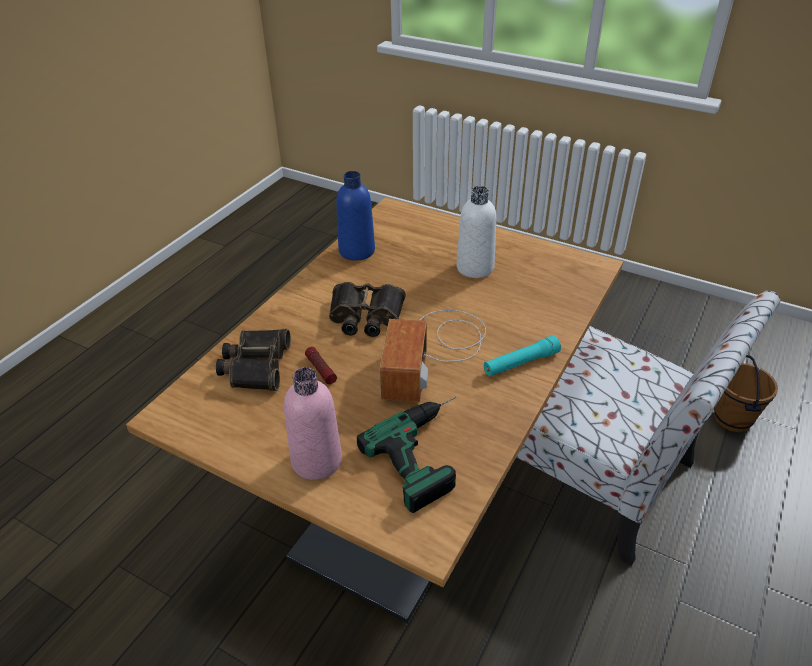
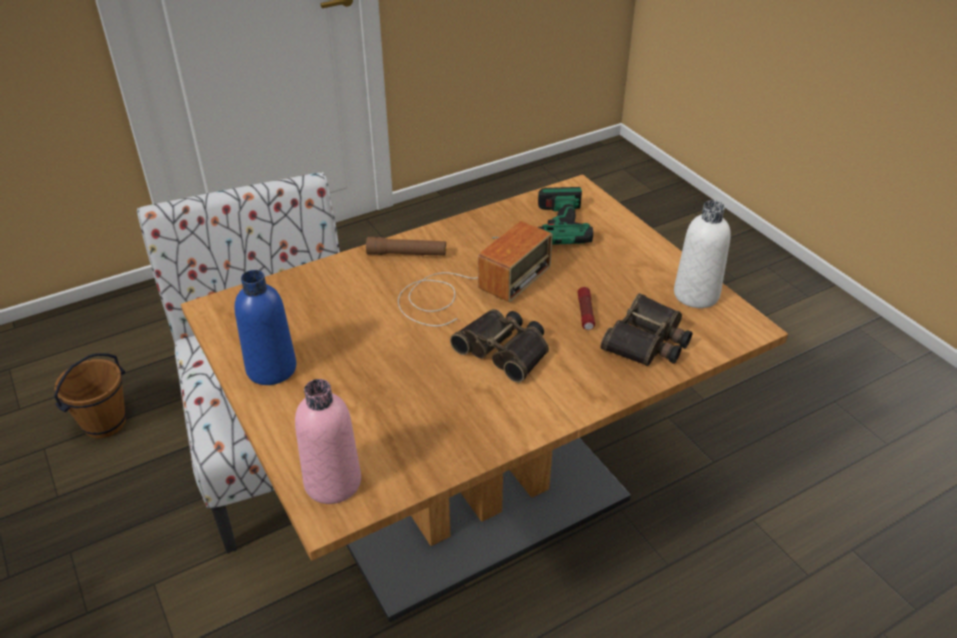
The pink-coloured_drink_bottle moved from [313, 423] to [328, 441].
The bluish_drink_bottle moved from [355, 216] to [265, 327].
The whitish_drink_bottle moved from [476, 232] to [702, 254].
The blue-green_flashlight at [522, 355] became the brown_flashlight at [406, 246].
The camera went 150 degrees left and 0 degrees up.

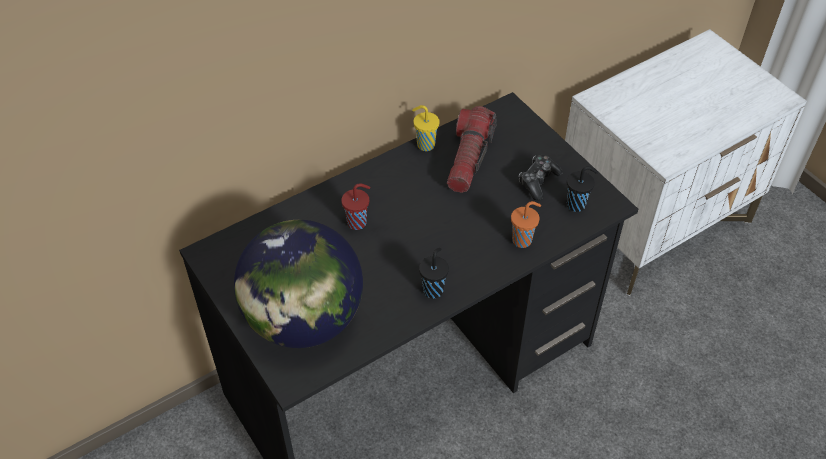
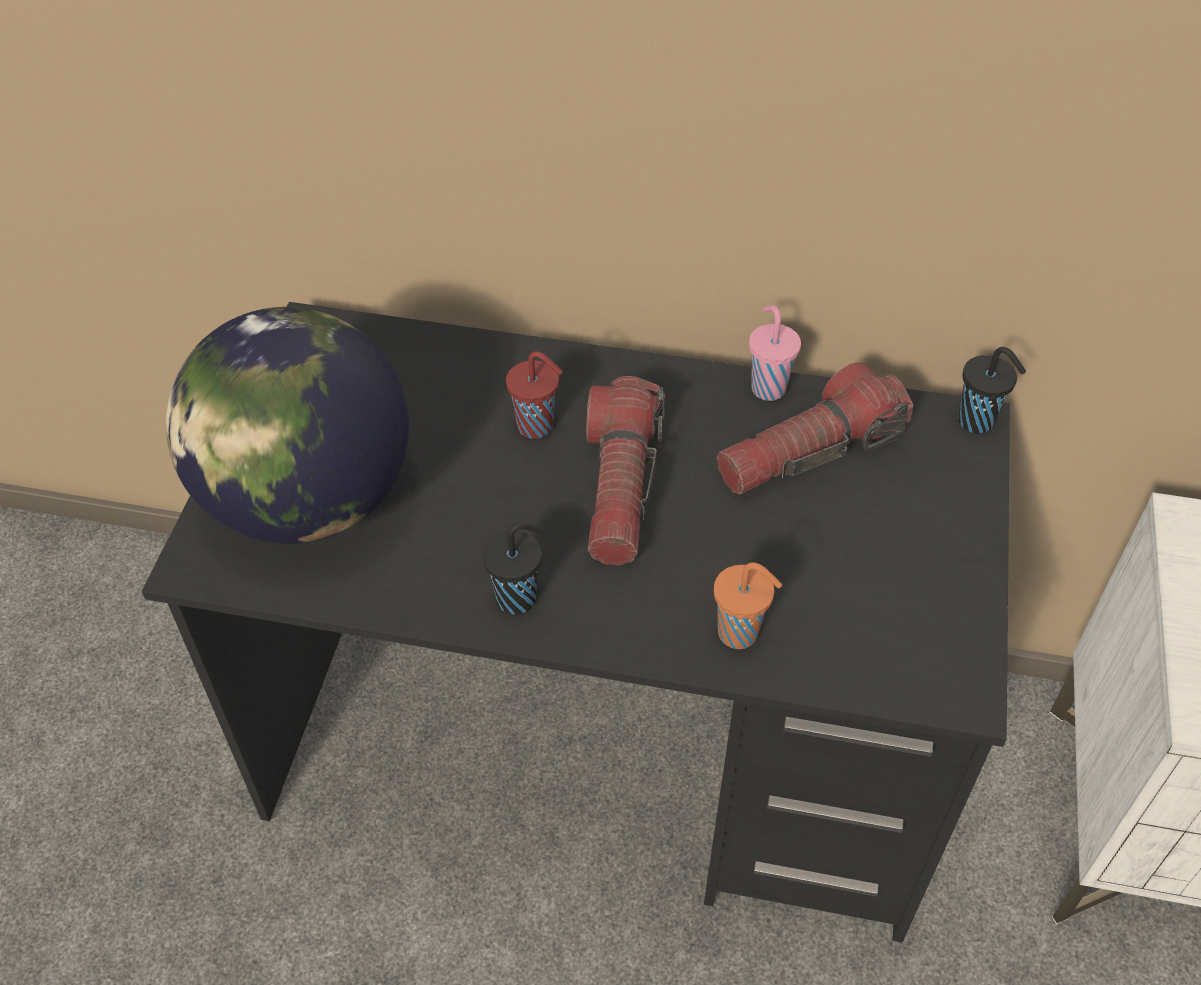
The yellow_small_cup at [425, 128] became the pink-coloured_small_cup at [775, 353].
The game_controller at [541, 178] disappeared.
The black-coloured_small_cup moved from [582, 189] to [992, 390].
The flashlight at [625, 470] appeared.
The camera went 45 degrees right and 0 degrees up.

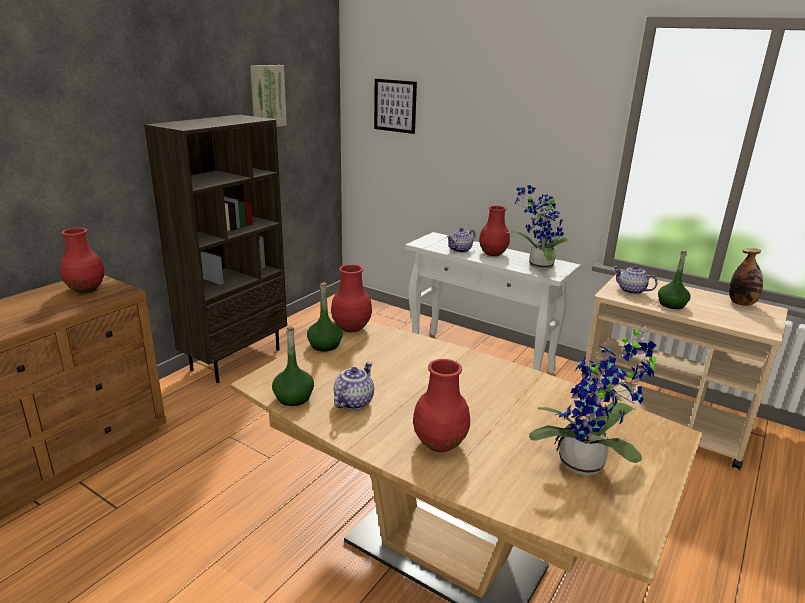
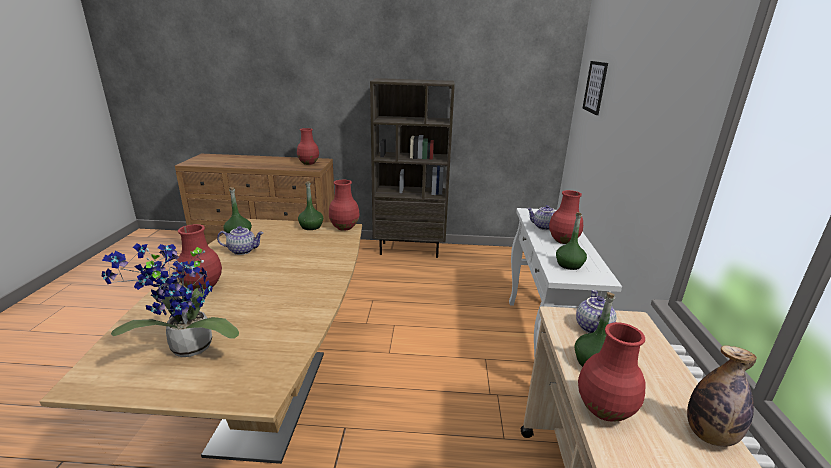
The picture at [268, 96] disappeared.
The potted_plant at [537, 227] was replaced by the green-coloured_drink_bottle at [571, 241].
The red-coloured_flower_vase at [611, 371] appeared.
The camera went 60 degrees right and 0 degrees up.

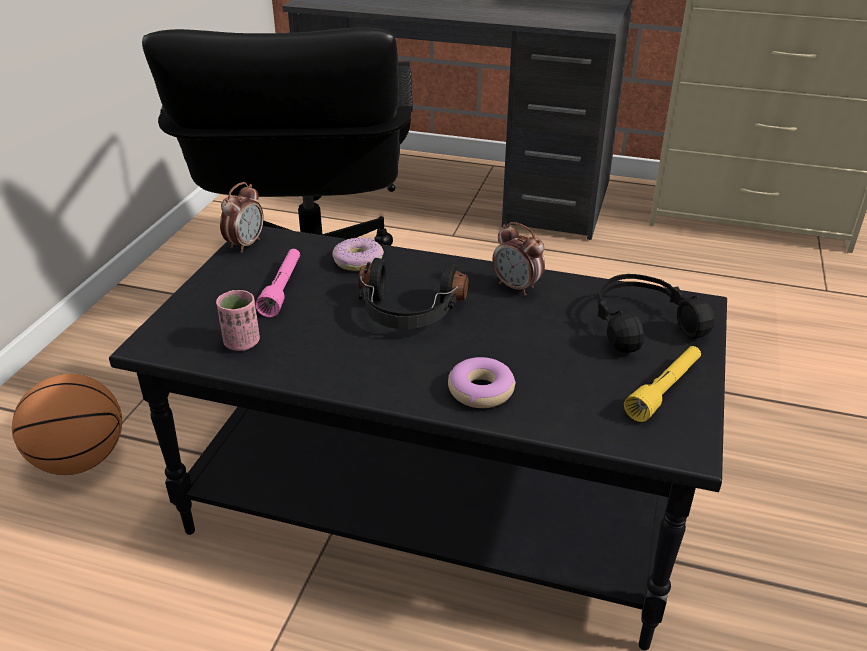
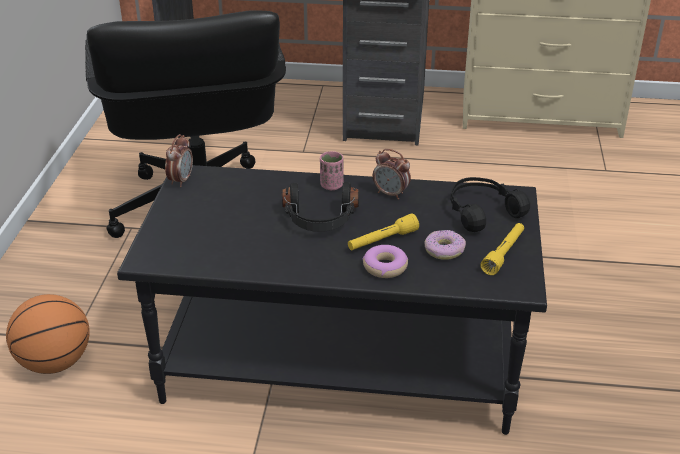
The pink-coloured_small_cup moved from [238, 320] to [332, 170].
The pink-coloured_flashlight at [277, 283] disappeared.
The donut moved from [358, 254] to [445, 245].
The yellow_flashlight at [383, 231] appeared.
The camera went 10 degrees left and 0 degrees up.

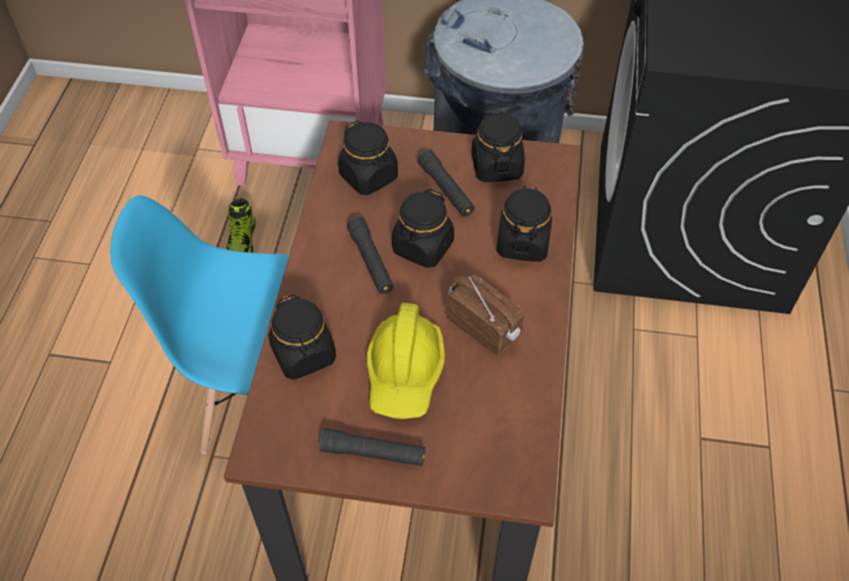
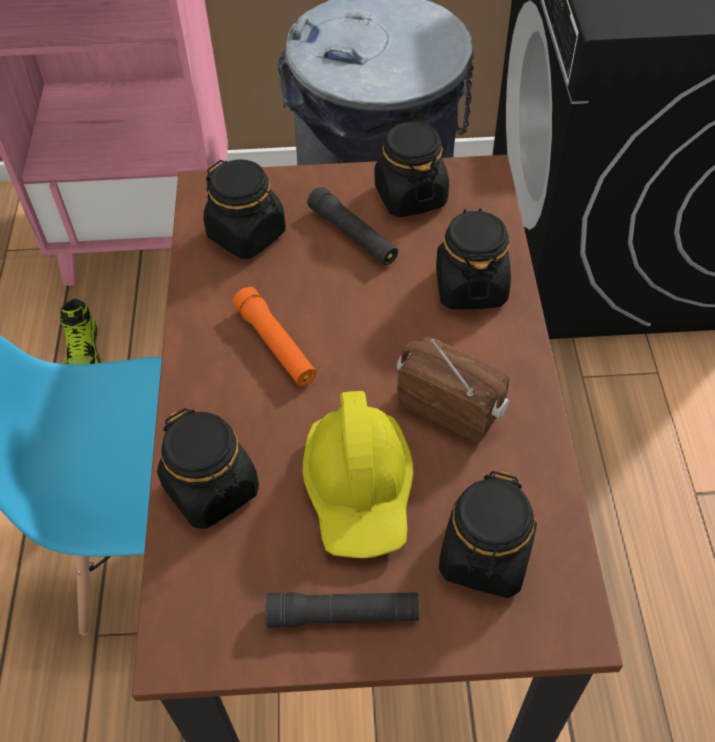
The black-coloured_flashlight at [370, 255] became the orange_flashlight at [274, 336].
The black-coloured_preserve_jar moved from [423, 228] to [488, 534].
The camera went 10 degrees left and 0 degrees up.

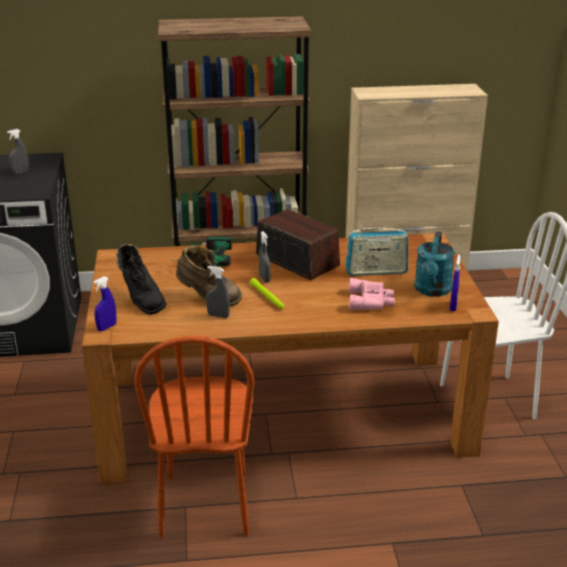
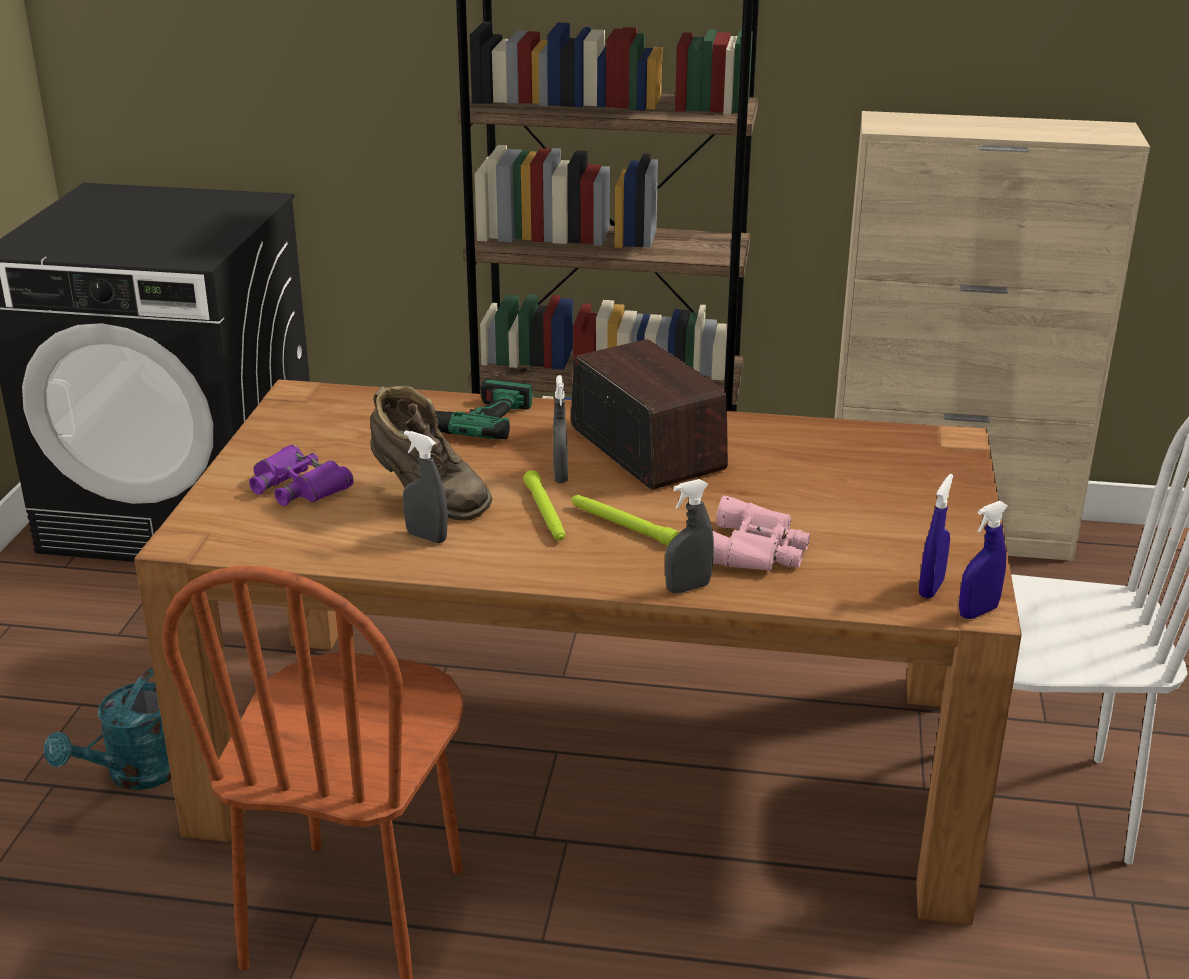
The greyish_sprayer moved from [18, 151] to [689, 536].
The bluish_sprayer moved from [104, 303] to [983, 560].
The black-coloured_high-top_boot at [141, 279] was replaced by the purple-coloured_pair_of_binoculars at [301, 475].
The radio_receiver at [376, 250] disappeared.
The blue-green_sprinkling_can moved from [434, 263] to [107, 728].
The green-coloured_flashlight at [625, 520] appeared.
The camera went 15 degrees right and 0 degrees up.

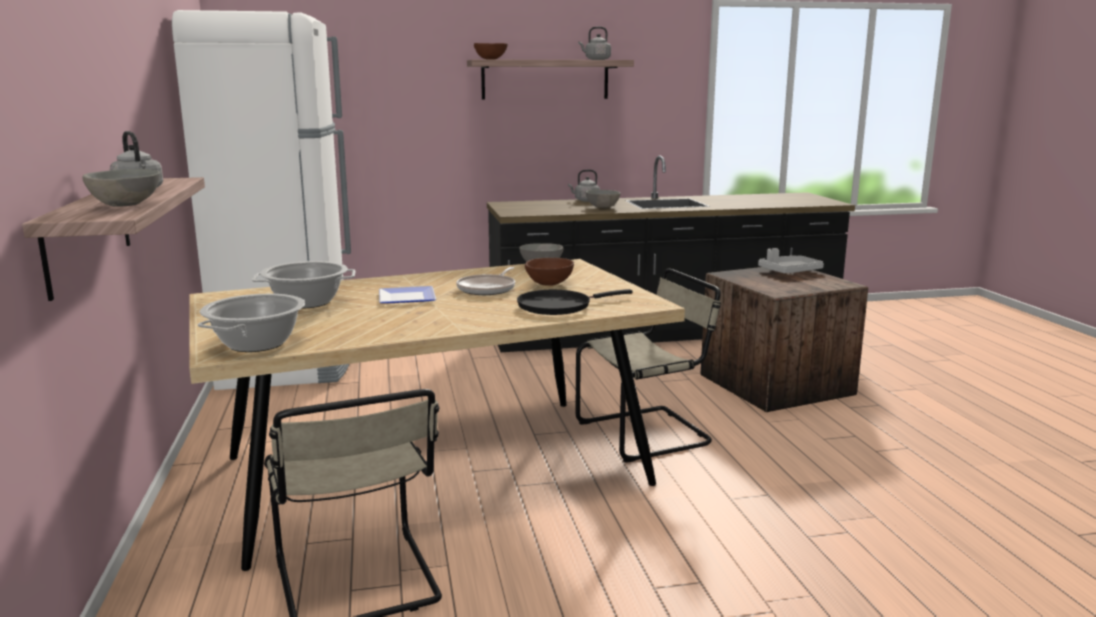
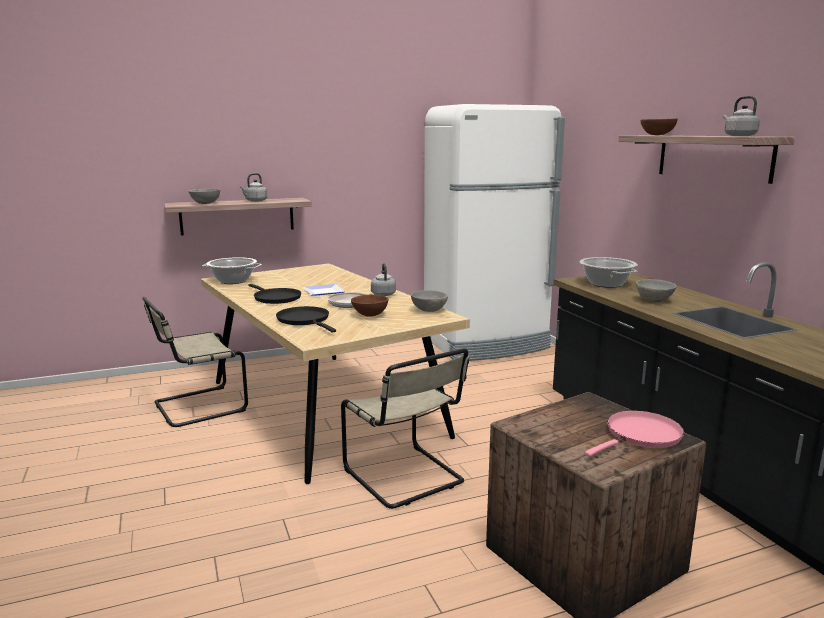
The stockpot moved from [304, 285] to [608, 272].
The greyish_kettle moved from [584, 186] to [383, 279].
The greyish_carrying_tray at [791, 260] was replaced by the pink-coloured_pan at [634, 434].
The black-coloured_pan at [274, 294] appeared.
The camera went 80 degrees right and 0 degrees up.

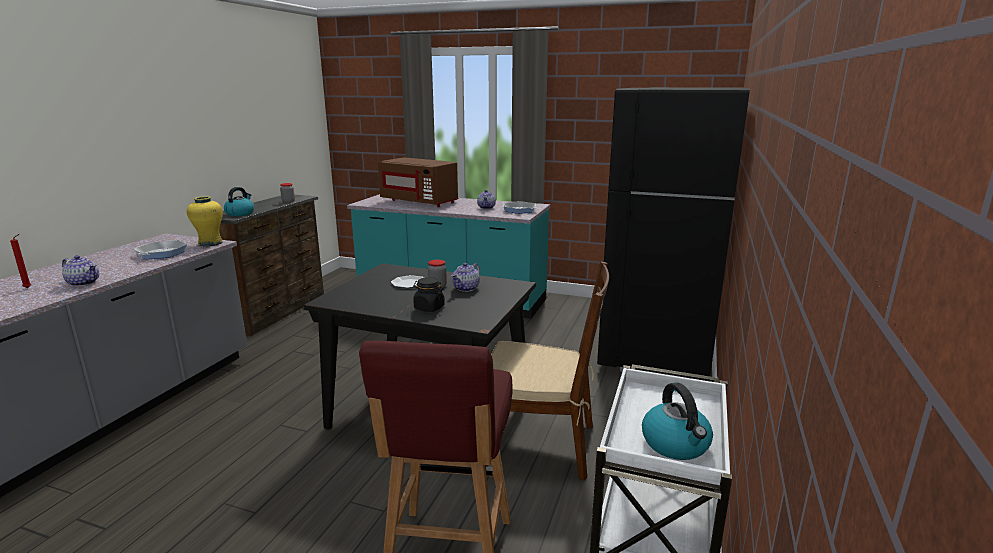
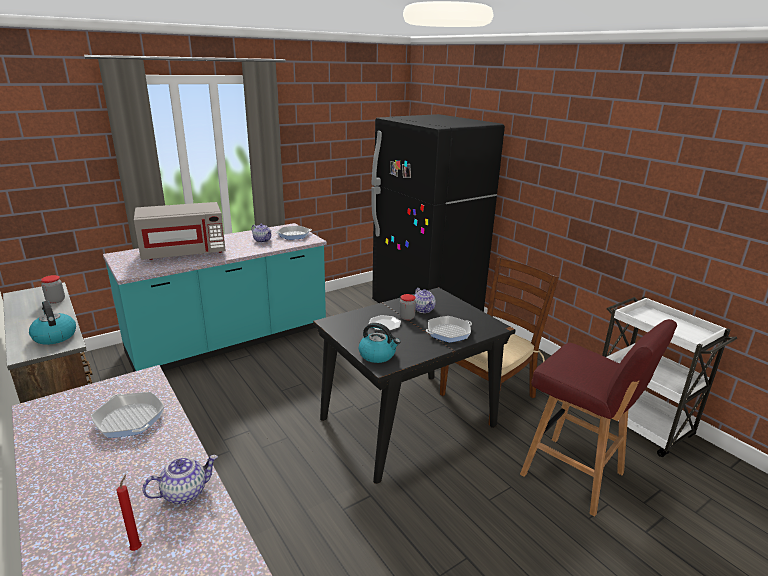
The yellow_flower_vase at [205, 221] disappeared.
The brown_kitchen_microwave at [418, 182] became the greyish_kitchen_microwave at [180, 231].
The black-coloured_preserve_jar at [429, 294] was replaced by the pan at [449, 329].
The kettle moved from [677, 421] to [379, 343].
The camera went 55 degrees left and 5 degrees up.

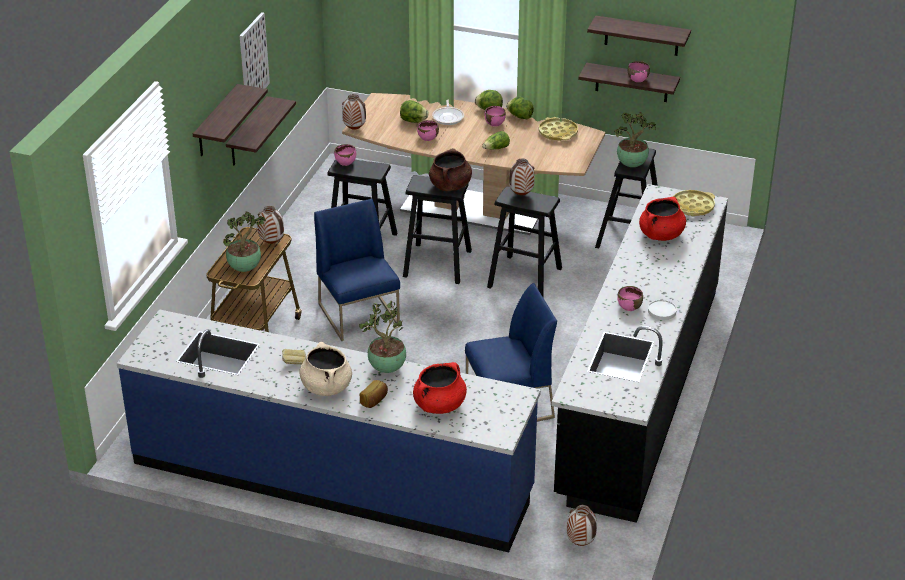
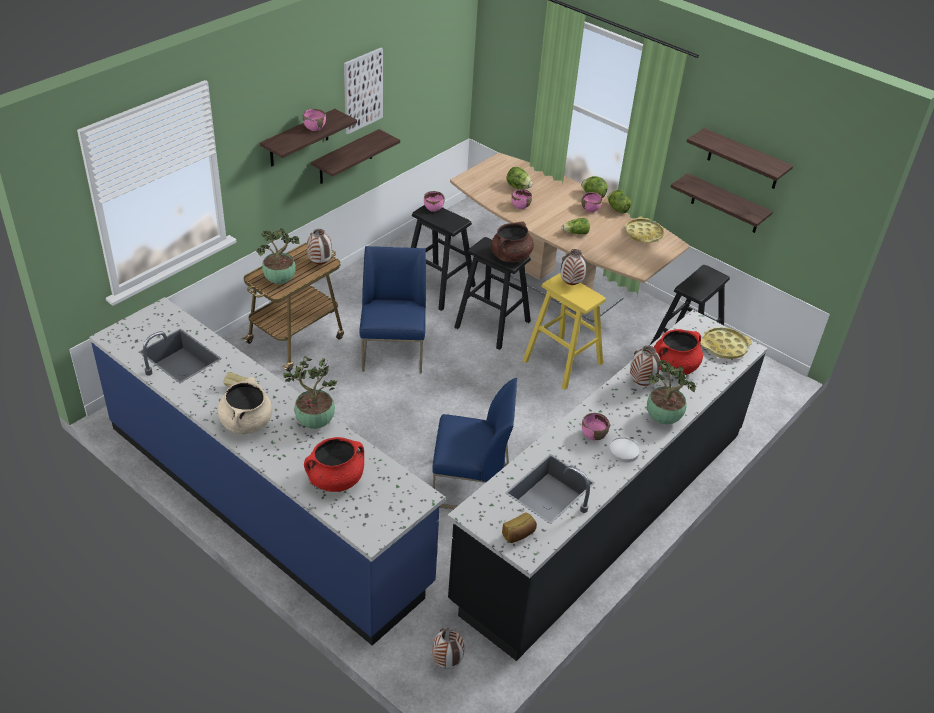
The flower_vase moved from [354, 112] to [645, 366].
The baked_bread moved from [374, 394] to [519, 527].
The pan at [448, 112] disappeared.
The black-coloured_stool at [524, 241] became the yellow_stool at [564, 331].
The potted_plant moved from [635, 139] to [671, 392].
The pink-coloured_serving_bowl moved from [639, 71] to [314, 120].
The camera went 20 degrees right and 5 degrees up.

